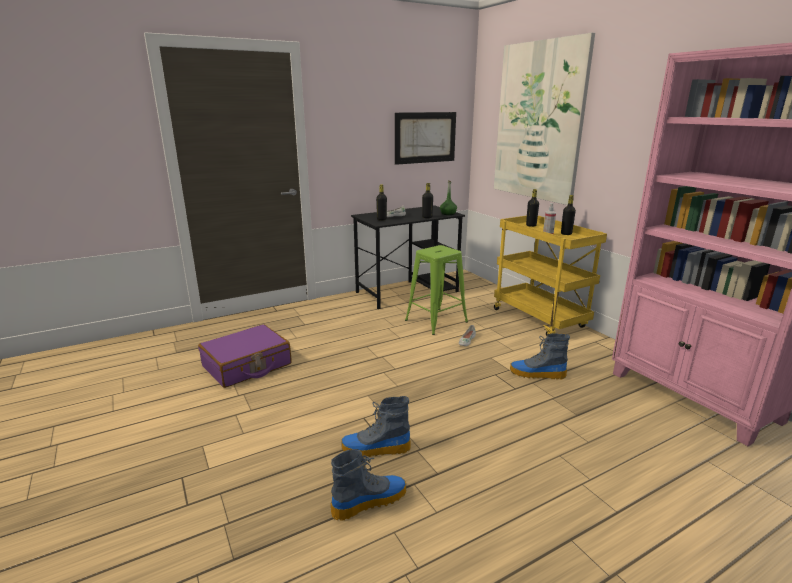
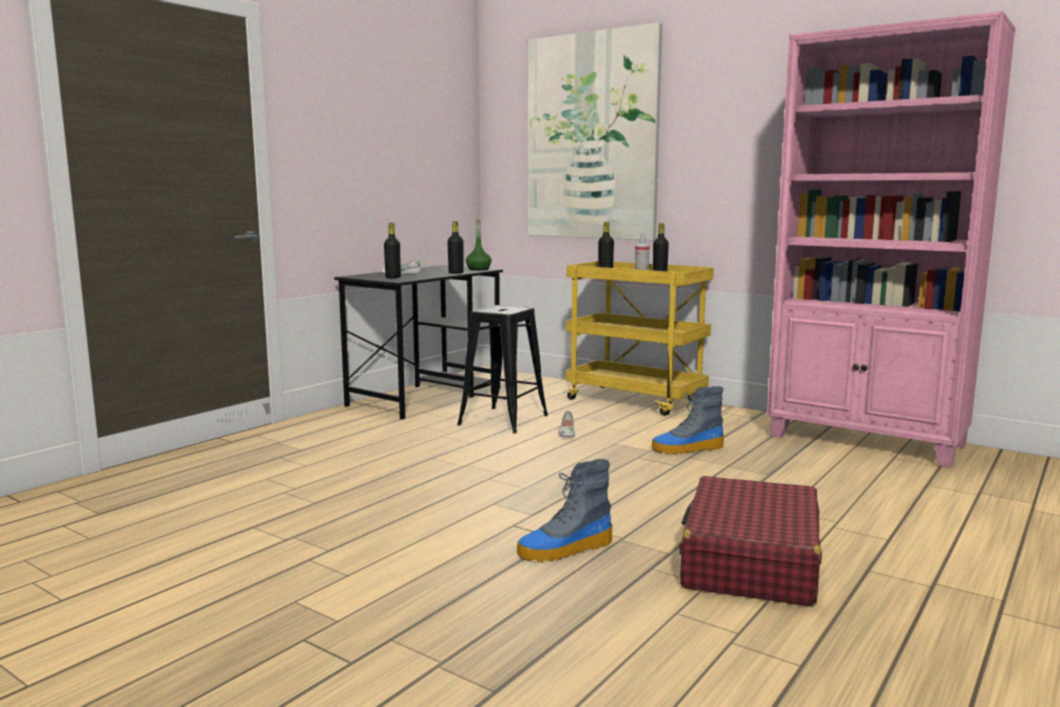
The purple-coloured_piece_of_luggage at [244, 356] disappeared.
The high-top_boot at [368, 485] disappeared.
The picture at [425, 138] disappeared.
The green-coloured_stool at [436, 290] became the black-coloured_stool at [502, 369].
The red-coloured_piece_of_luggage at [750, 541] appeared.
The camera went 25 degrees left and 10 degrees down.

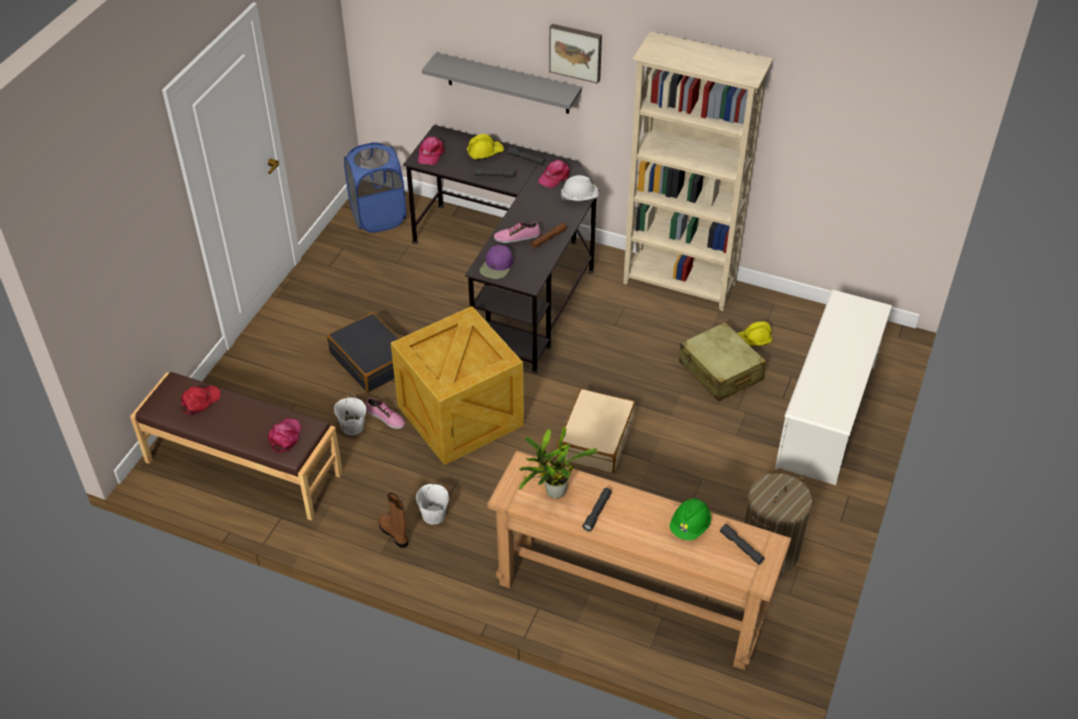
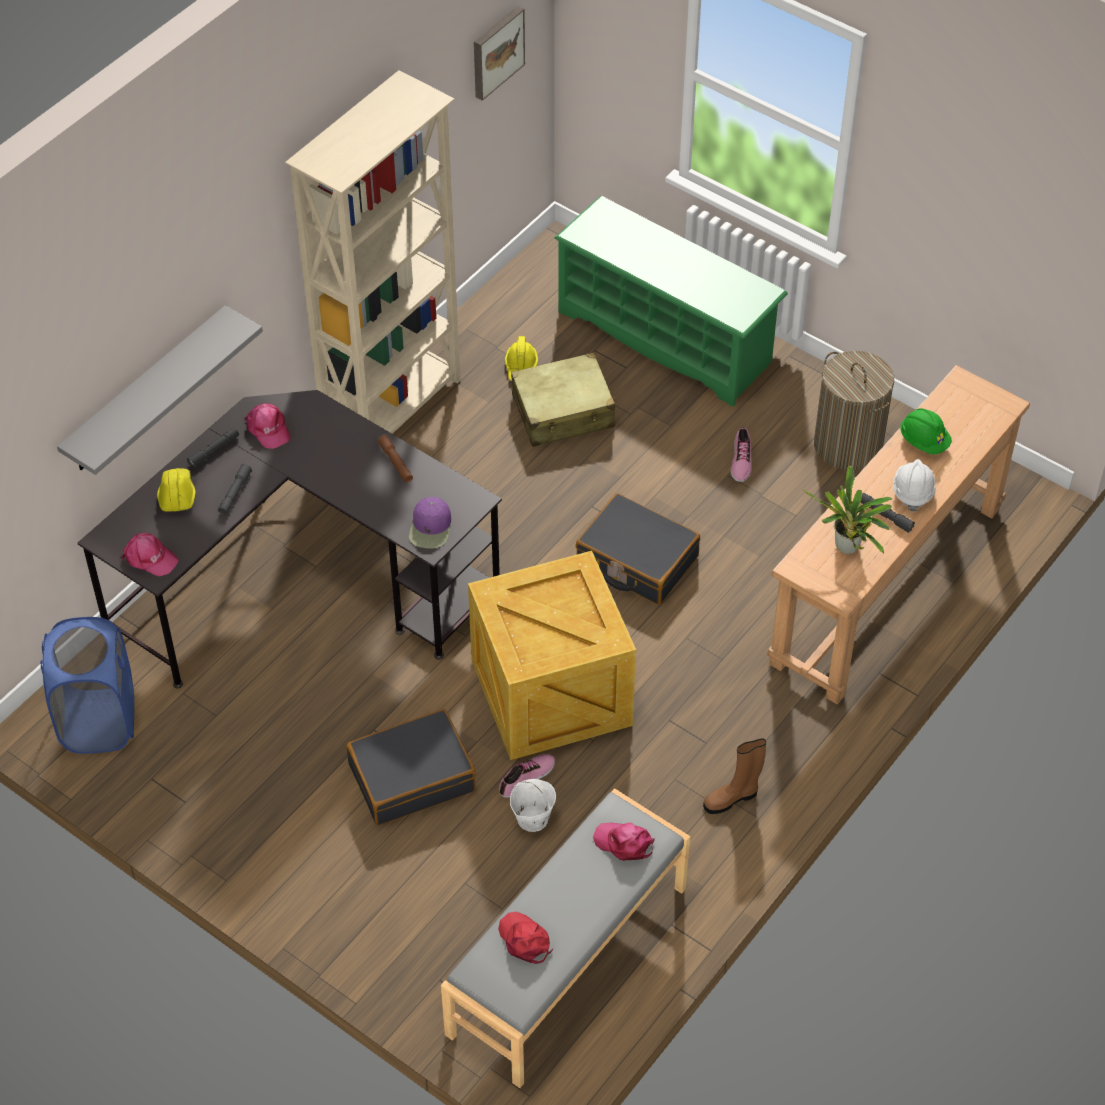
The brown_indoor_bench at [236, 446] became the greyish_indoor_bench at [565, 938].
The whitish_water_bucket at [432, 504] disappeared.
The purple-coloured_baseball_cap at [496, 262] turned 60 degrees clockwise.
The low_shoe moved from [517, 232] to [741, 454].
The picture moved from [575, 54] to [499, 53].
The sand-coloured_piece_of_luggage at [596, 431] became the black-coloured_piece_of_luggage at [638, 549].
The whitish_hard_hat moved from [580, 188] to [914, 485].
The greyish_flashlight at [742, 544] disappeared.
The whitish_shoe_stand at [833, 387] became the green-coloured_shoe_stand at [671, 301].
The camera went 75 degrees left and 5 degrees up.

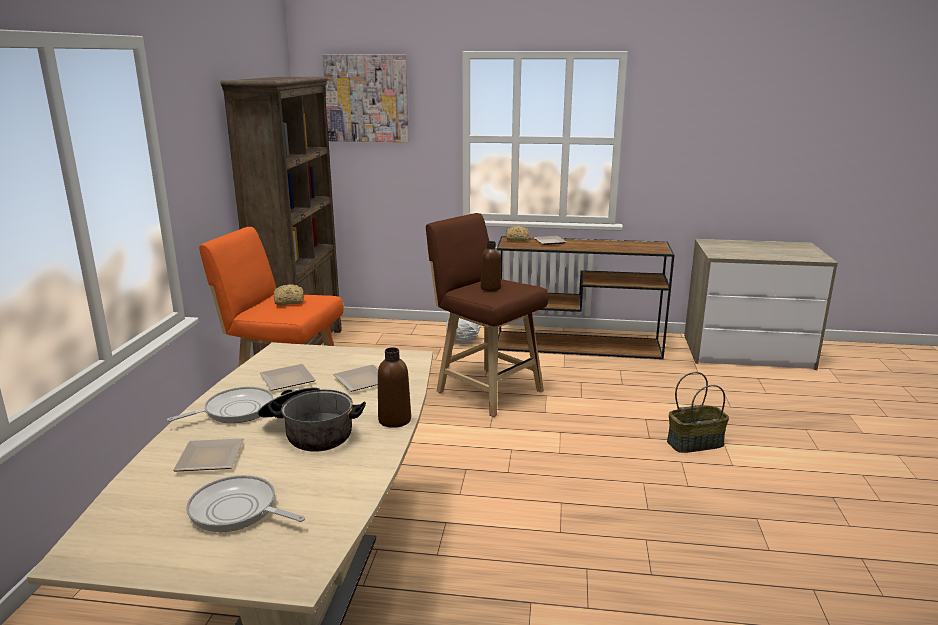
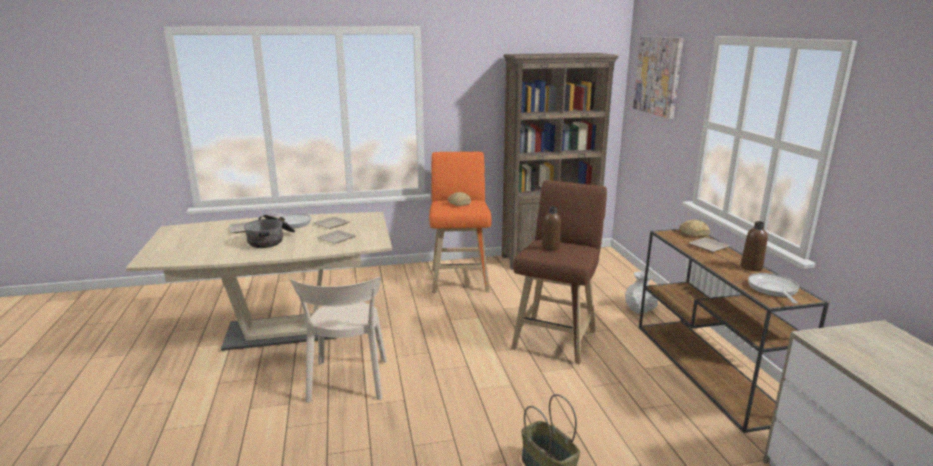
The pan moved from [245, 503] to [773, 288].
The brown_drink_bottle moved from [394, 387] to [754, 246].
The sand-coloured_plain_chair at [338, 340] appeared.
The camera went 70 degrees right and 0 degrees up.

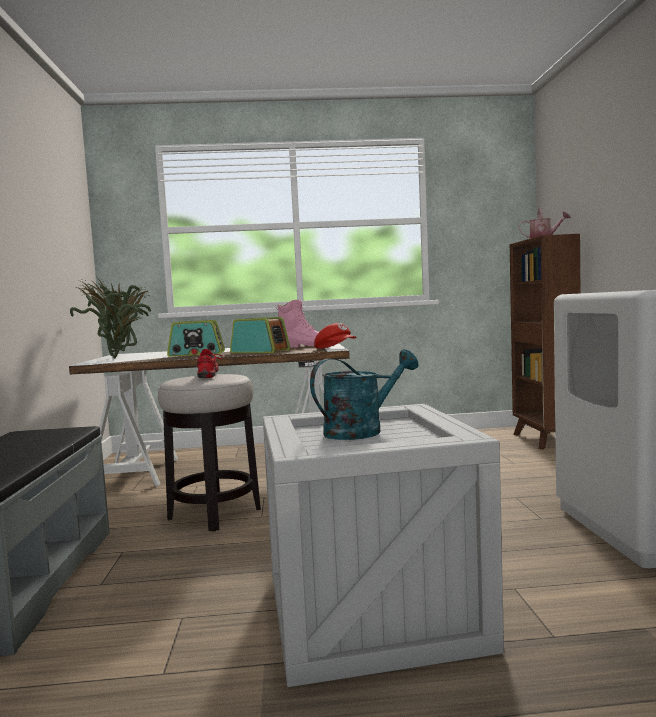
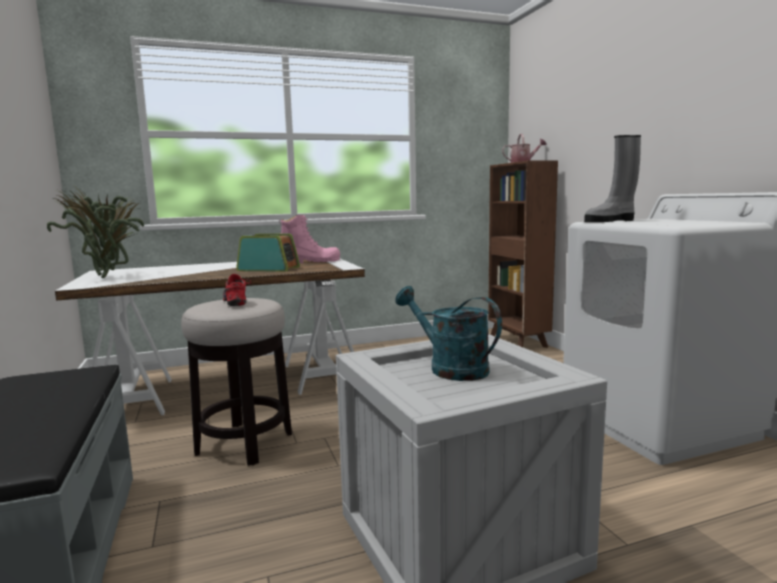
The radio_receiver at [196, 338] disappeared.
The blue-green_sprinkling_can at [364, 394] turned 90 degrees counterclockwise.
The red-coloured_baseball_cap at [335, 336] disappeared.
The greyish_high-top_boot at [612, 178] appeared.
The camera went 15 degrees left and 5 degrees up.

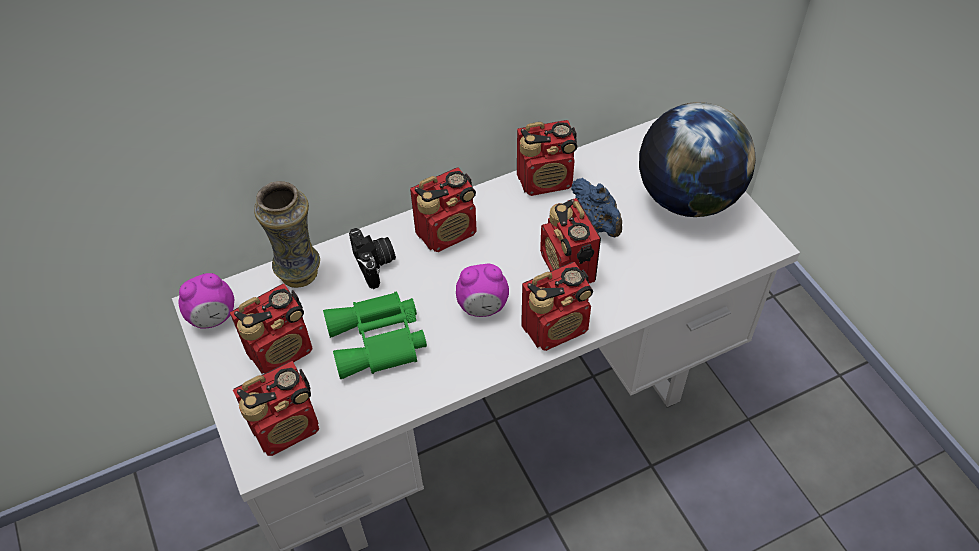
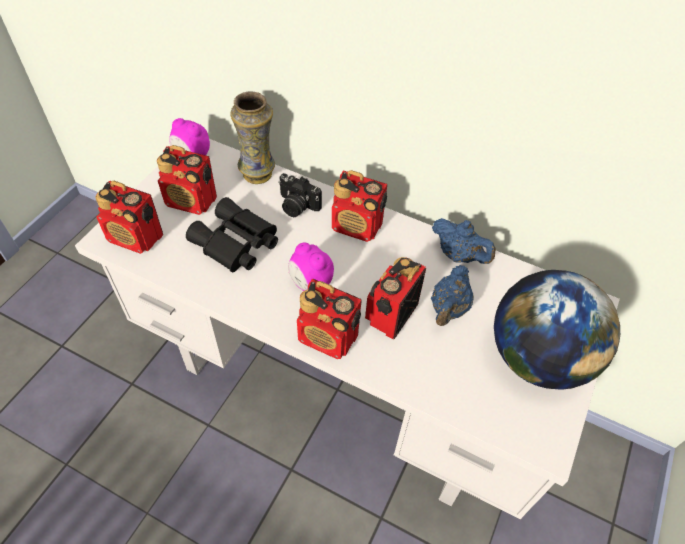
The green-coloured_pair_of_binoculars at [375, 335] became the black-coloured_pair_of_binoculars at [232, 235].
The still_camera at [372, 258] turned 90 degrees clockwise.
The radio_receiver at [547, 158] was replaced by the bluish_teapot at [464, 241].
The camera went 50 degrees right and 0 degrees up.

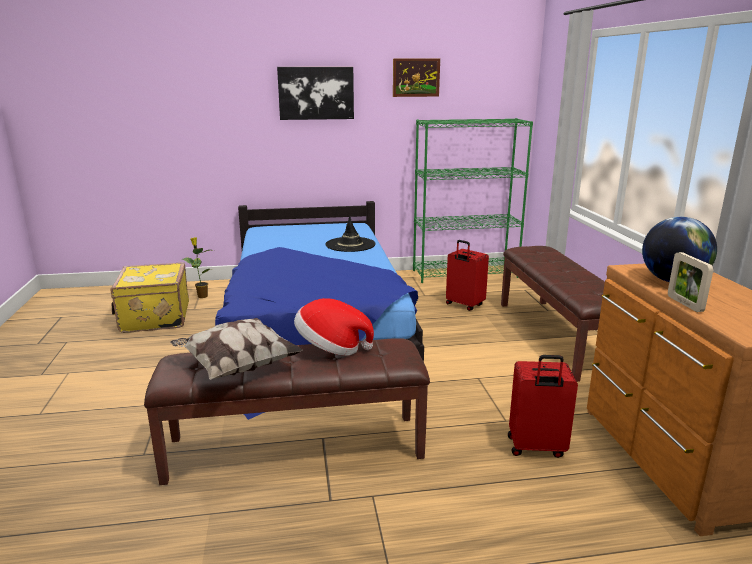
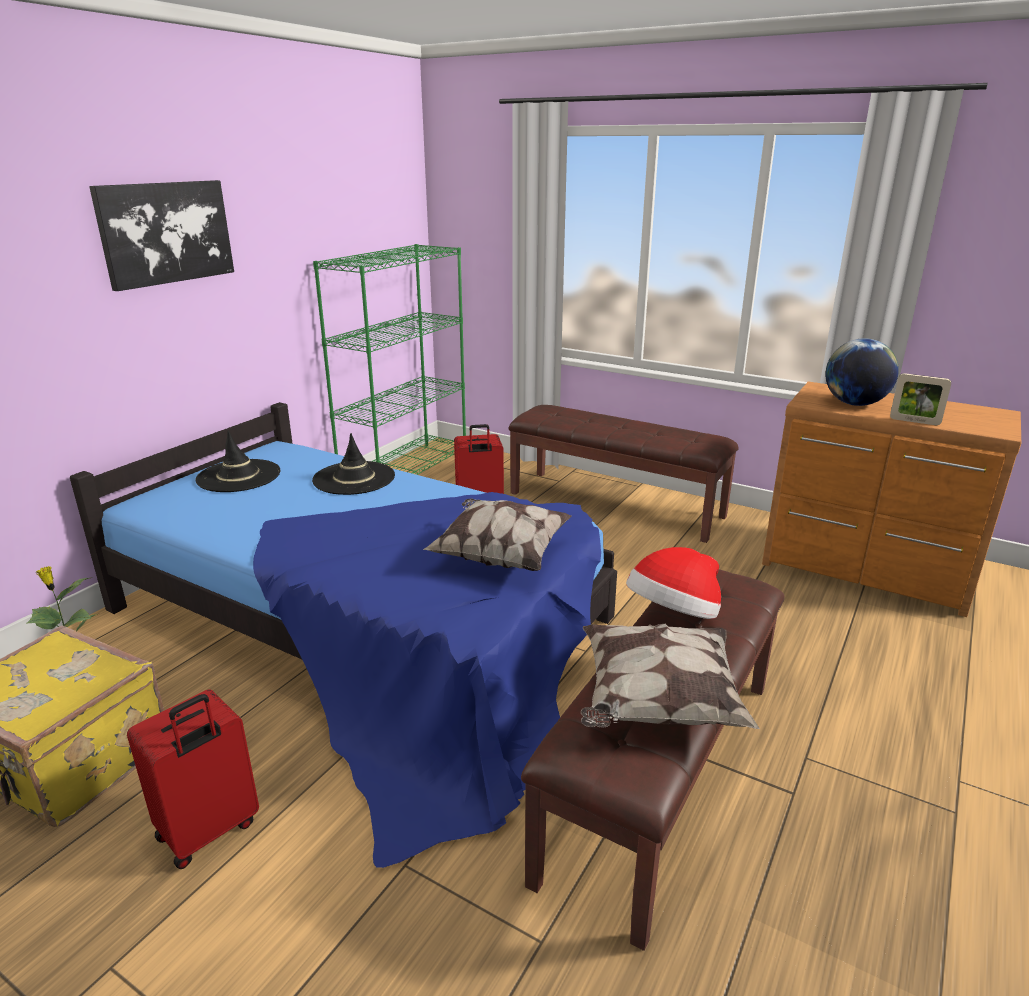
The picture at [416, 77] disappeared.
The red-coloured_piece_of_luggage moved from [543, 406] to [193, 779].
The black-coloured_hat at [238, 461] appeared.
The pillow at [497, 535] appeared.
The camera went 50 degrees left and 5 degrees up.

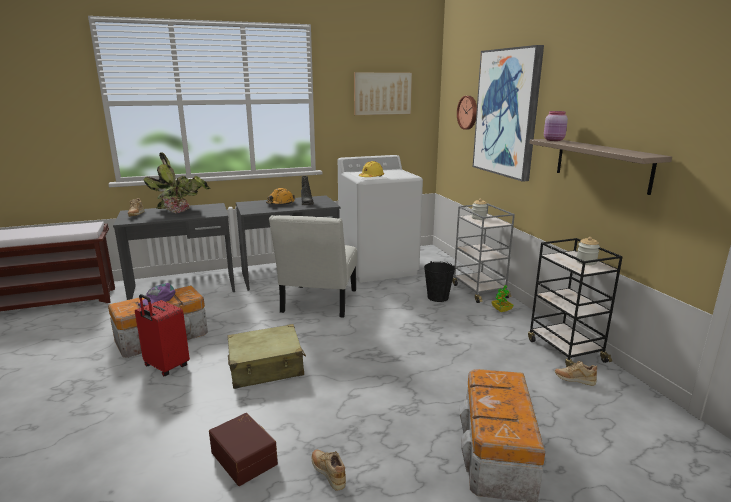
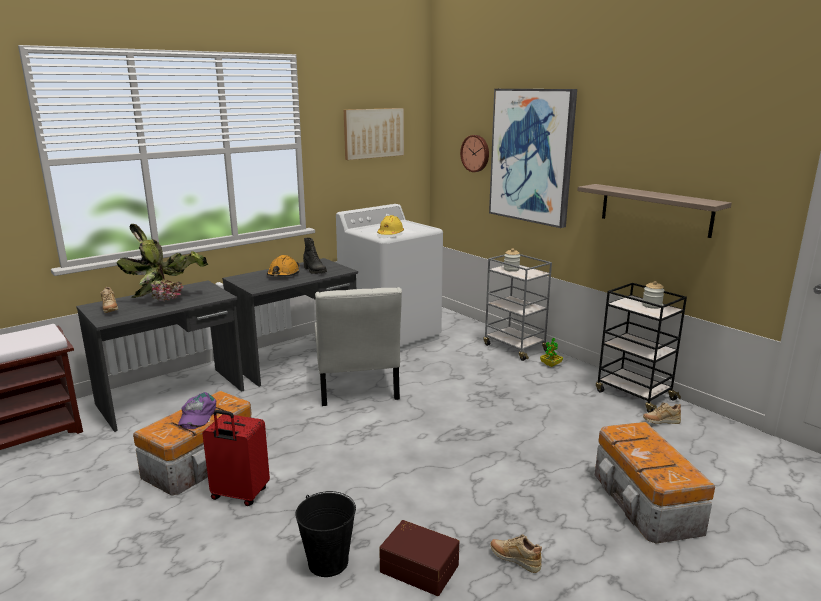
The sand-coloured_piece_of_luggage at [267, 356] disappeared.
The black-coloured_water_bucket moved from [440, 281] to [325, 534].
The pink-coloured_preserve_jar at [556, 126] disappeared.
The camera went 20 degrees left and 0 degrees up.

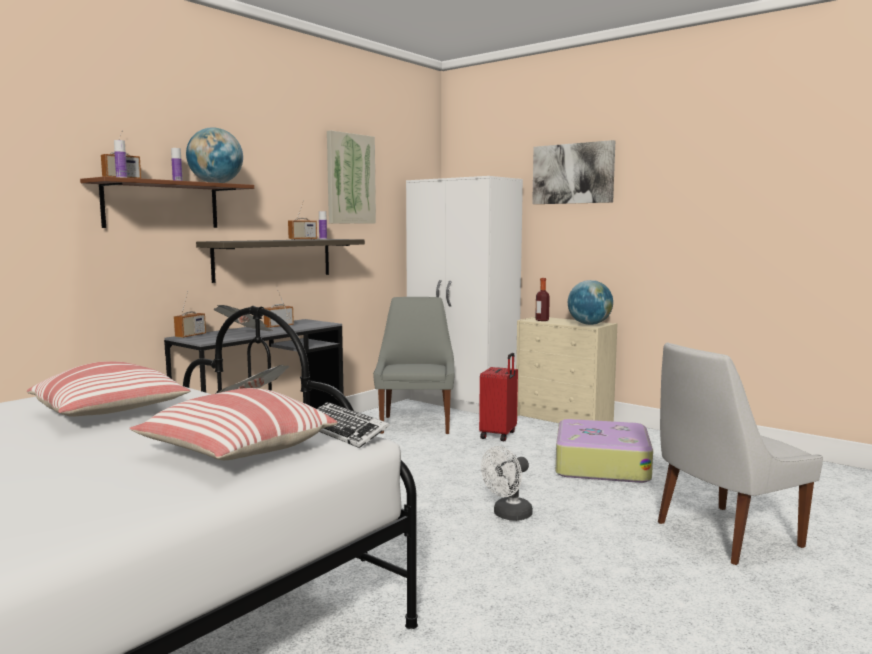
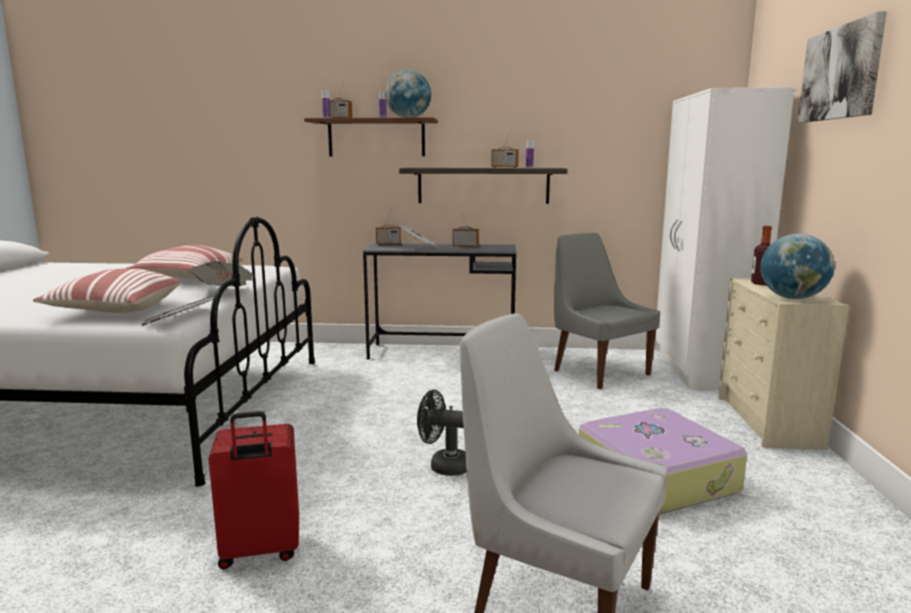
The picture at [351, 177] disappeared.
The greyish_plain_chair at [414, 365] turned 90 degrees counterclockwise.
The red-coloured_piece_of_luggage moved from [498, 397] to [253, 490].
The whitish_fan at [507, 483] became the black-coloured_fan at [442, 433].
The camera went 55 degrees right and 5 degrees up.

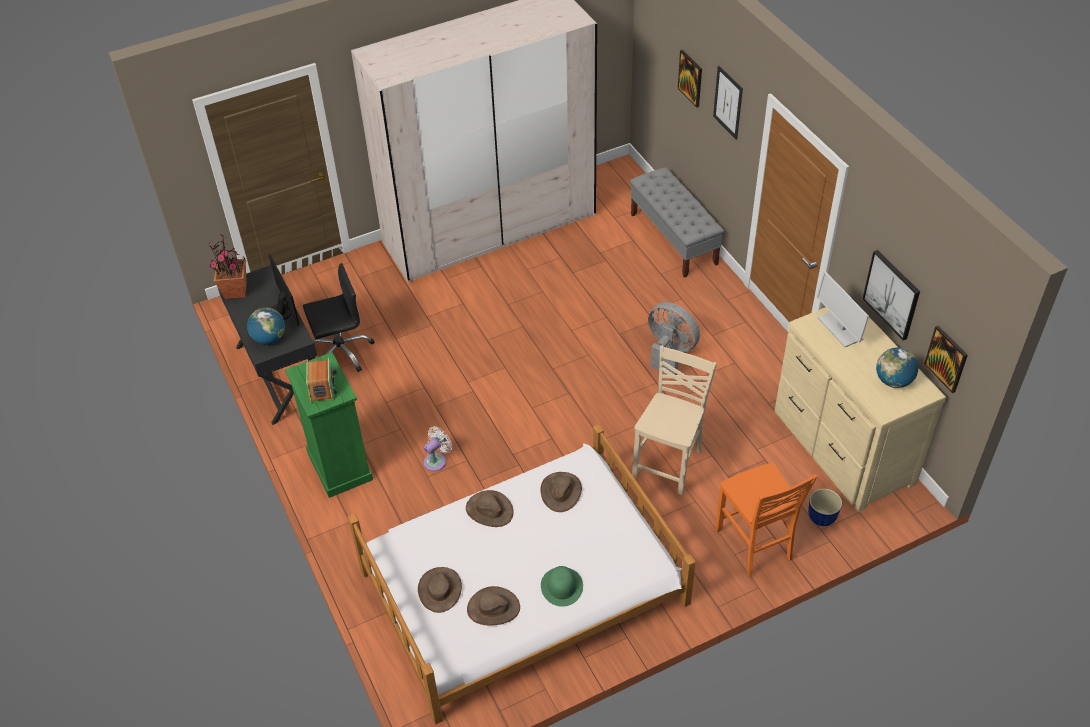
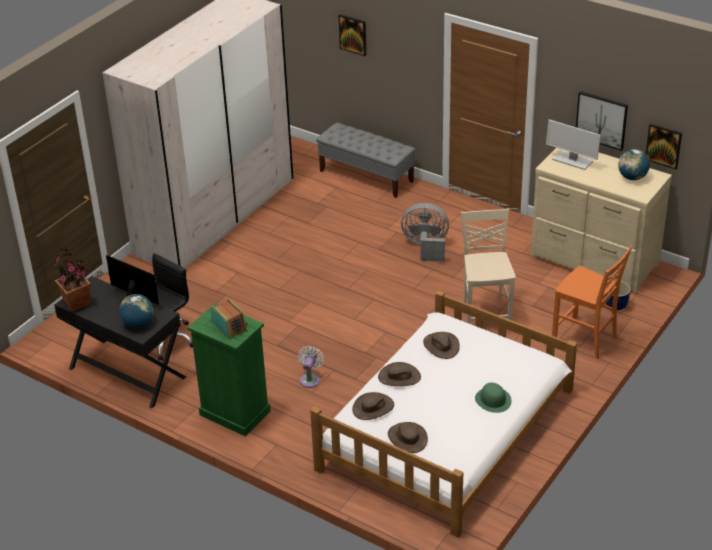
The brown_hat moved from [493, 606] to [373, 406].
The picture at [728, 103] disappeared.
The camera went 30 degrees left and 10 degrees down.

